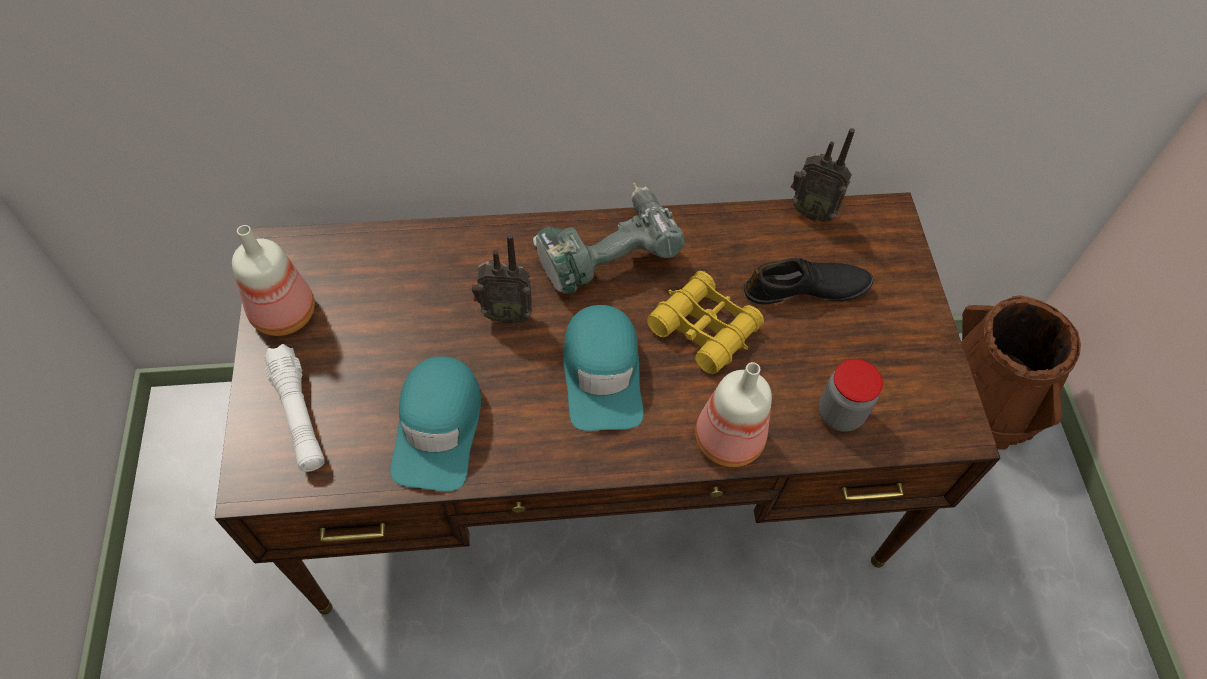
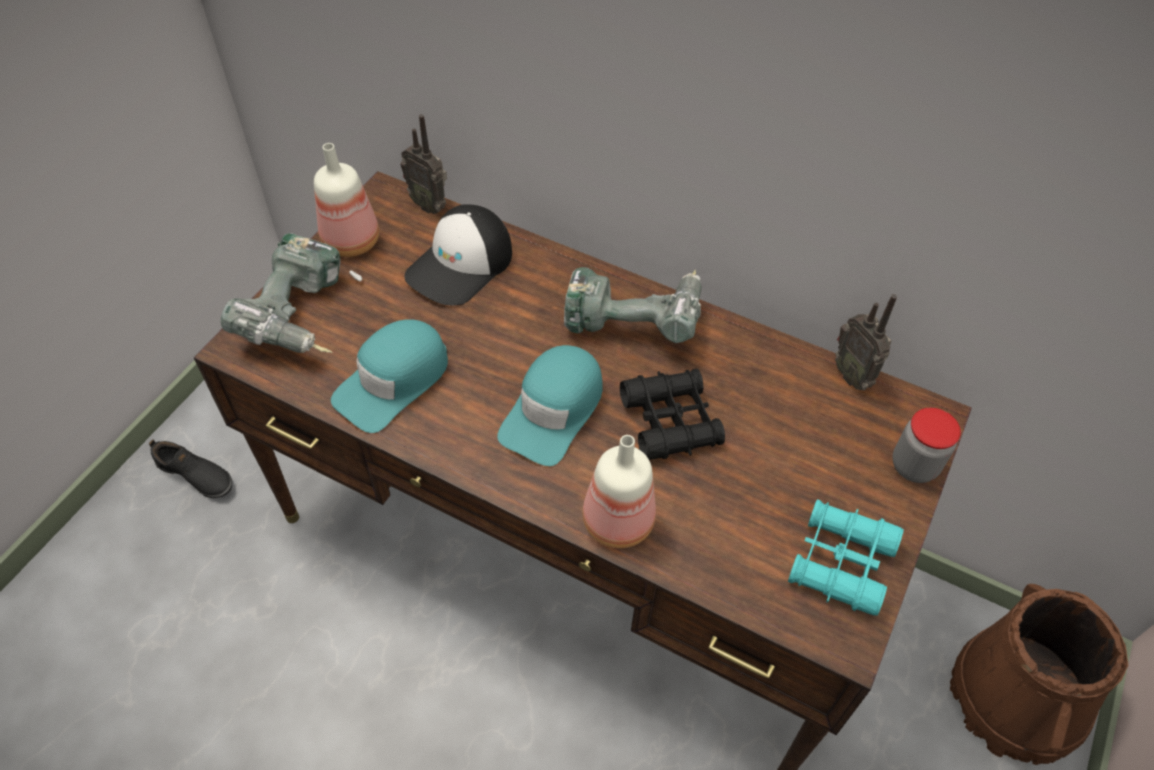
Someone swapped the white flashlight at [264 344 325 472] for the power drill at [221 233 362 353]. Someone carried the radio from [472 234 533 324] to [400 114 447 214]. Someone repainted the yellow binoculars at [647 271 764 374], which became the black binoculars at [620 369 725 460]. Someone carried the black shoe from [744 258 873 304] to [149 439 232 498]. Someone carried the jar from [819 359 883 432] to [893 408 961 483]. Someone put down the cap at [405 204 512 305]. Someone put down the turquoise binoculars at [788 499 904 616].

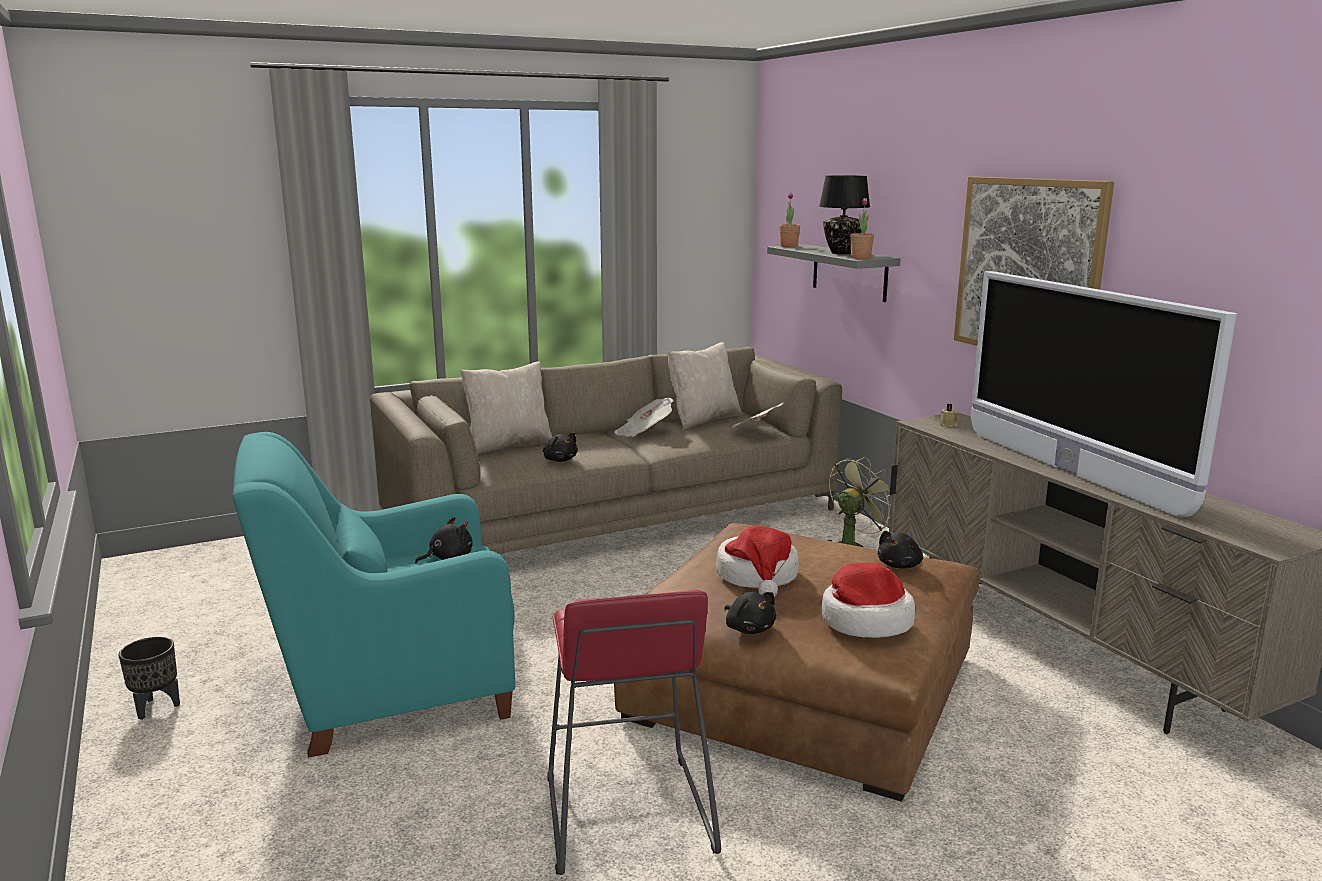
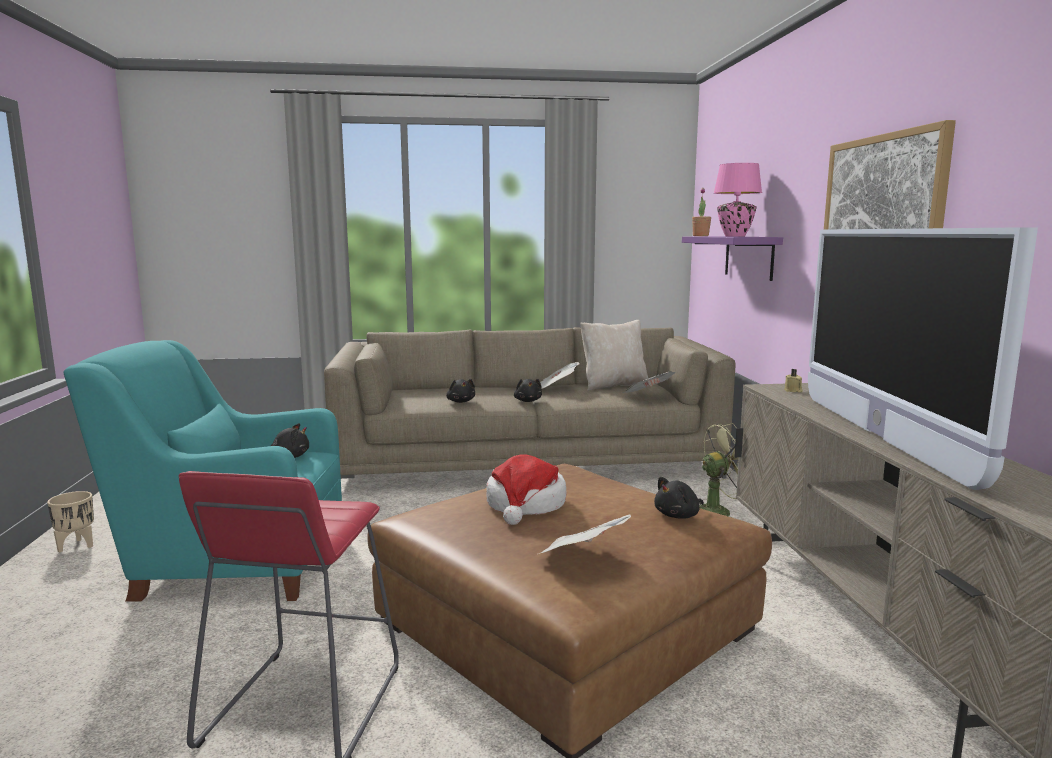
Someone repainted the black planter at [119 637 180 720], which became the beige planter at [47 491 94 553]. Someone took away the beige pillow at [460 362 552 454]. Someone carried the black plush toy from [724 592 776 634] to [514 379 542 402]. Someone repainted the grey shelf at [767 245 900 302], which became the purple shelf at [682 236 783 281]. Someone repainted the black table lamp at [819 175 870 254], which became the pink table lamp at [714 163 762 237]. Someone swapped the hat at [821 563 915 638] for the newspaper at [538 514 631 554]. Someone took away the potted plant at [850 198 874 259].

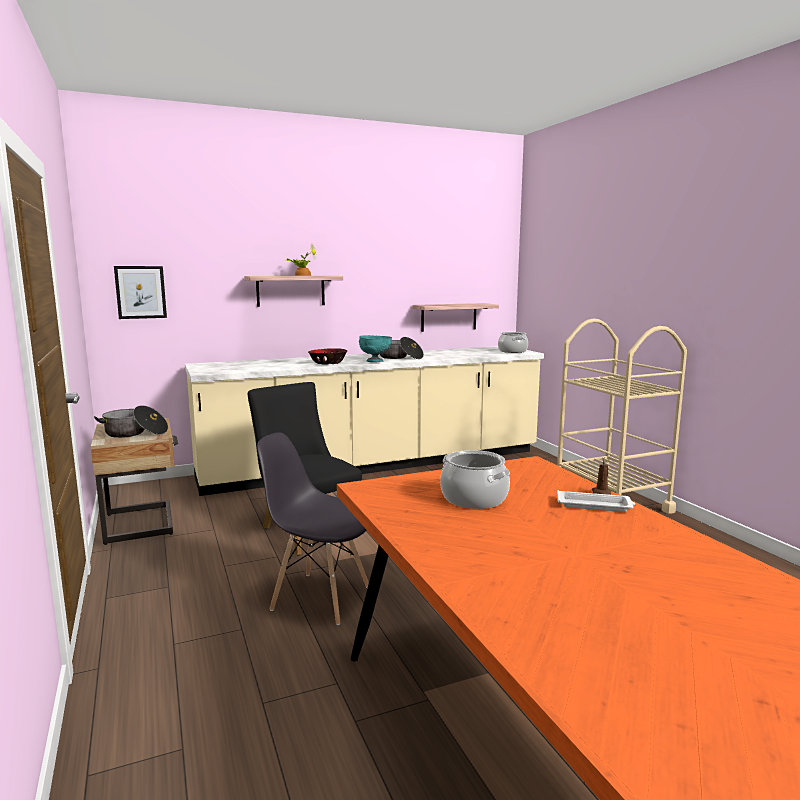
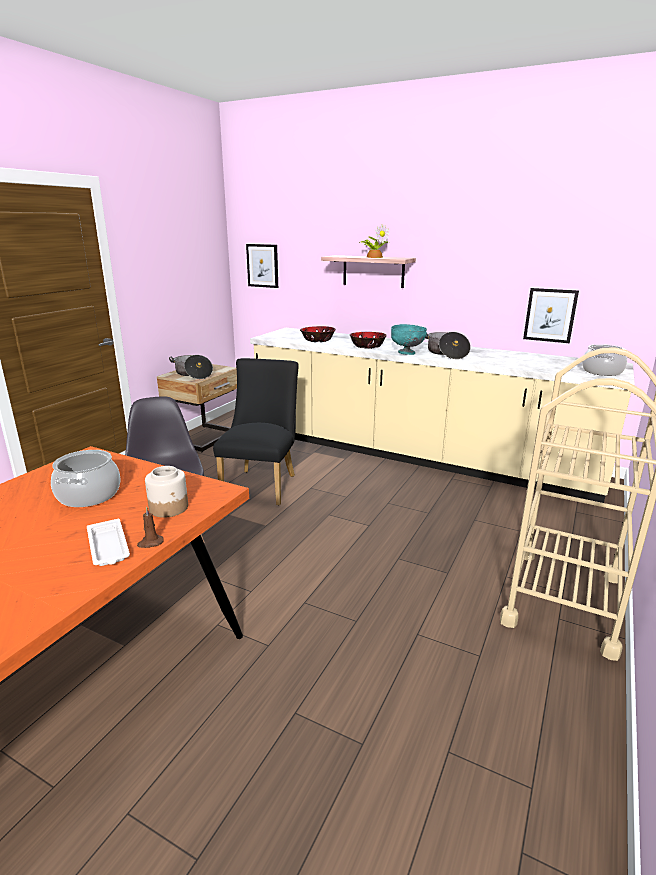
Someone swapped the shelf at [412 303 499 332] for the picture at [523 288 579 343]. Someone put down the jar at [145 466 188 518]. Someone put down the bowl at [300 326 336 342].

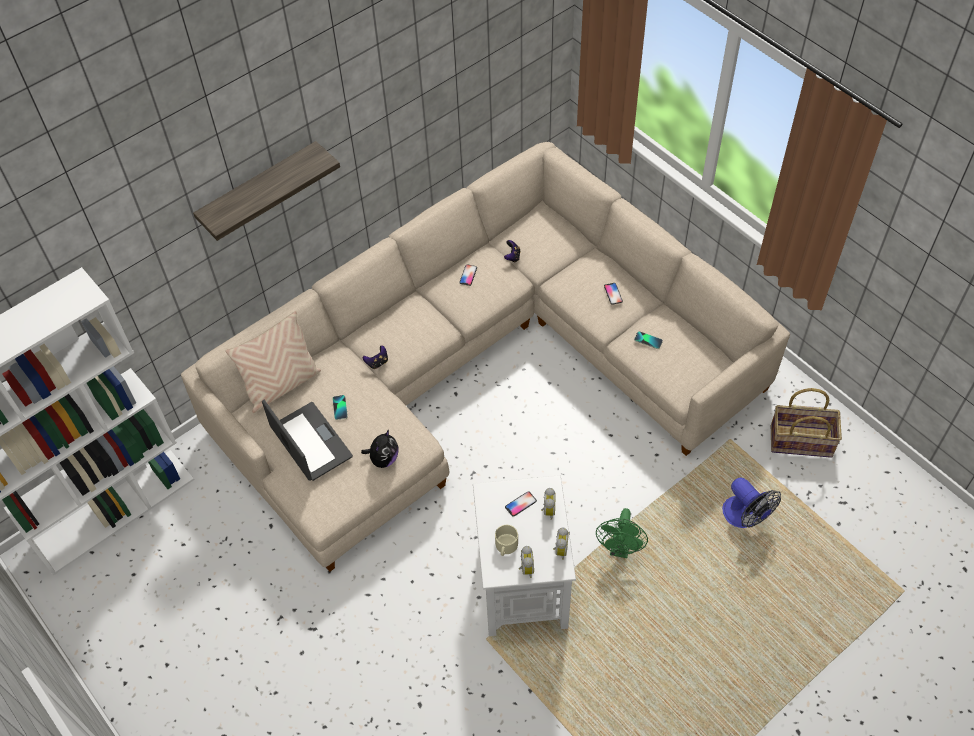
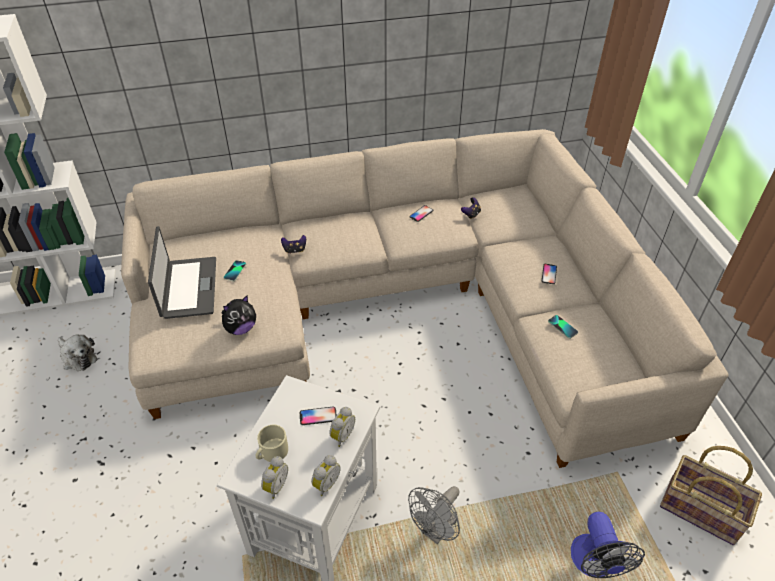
Someone took away the shelf at [193 141 340 241]. Someone took away the beige pillow at [225 311 321 413]. Someone repainted the green fan at [596 508 648 558], which became the grey fan at [408 486 460 544]. Someone put down the plush toy at [58 334 97 371].

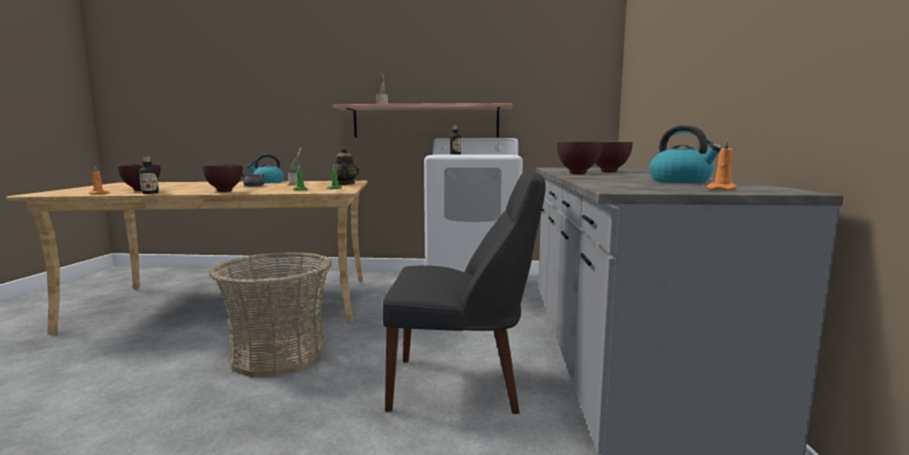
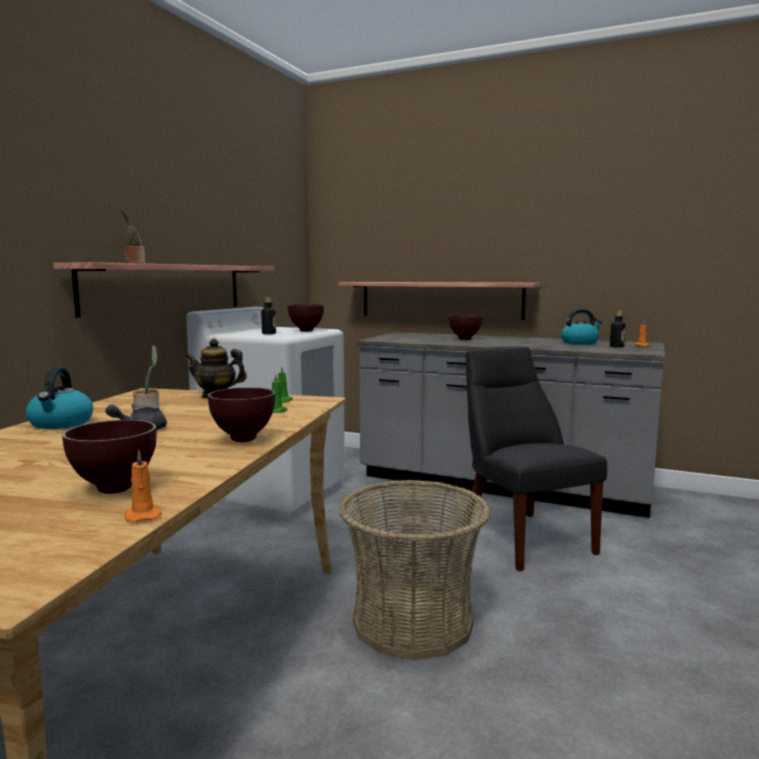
Someone carried the bottle from [139 156 159 194] to [610 311 626 348]. Someone rotated the black chair at [382 171 546 414] by 45 degrees counterclockwise. Someone carried the brown bowl from [557 141 603 174] to [288 304 324 332]. Someone put up the shelf at [338 282 540 320].

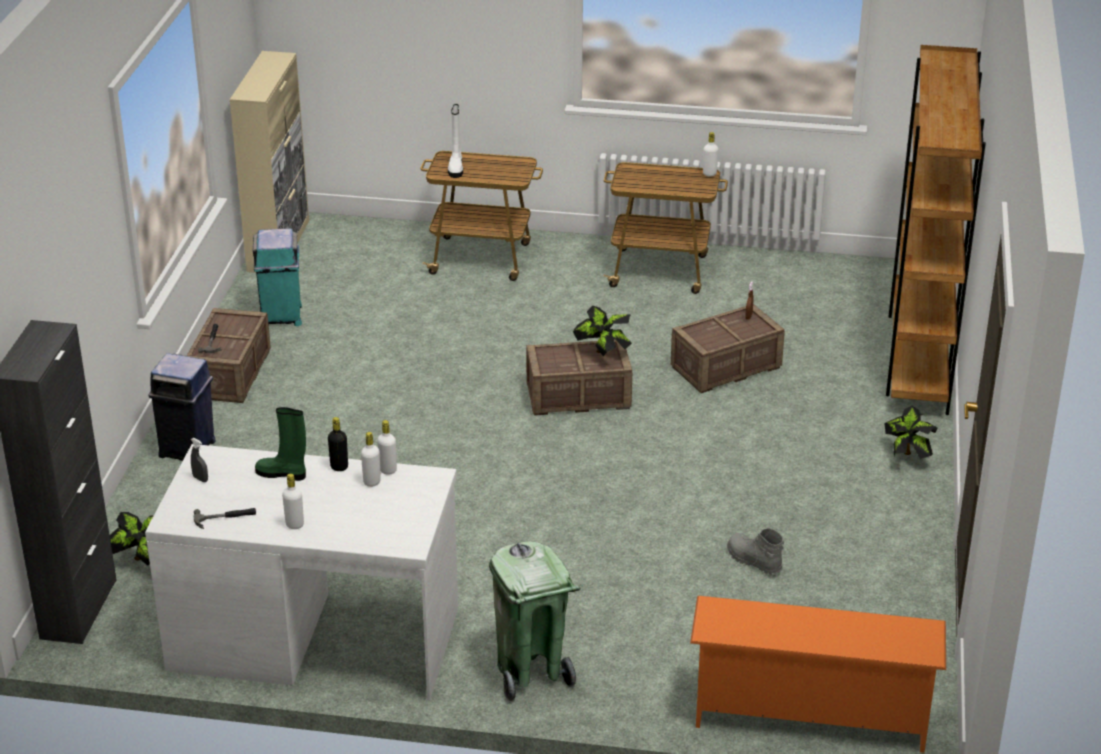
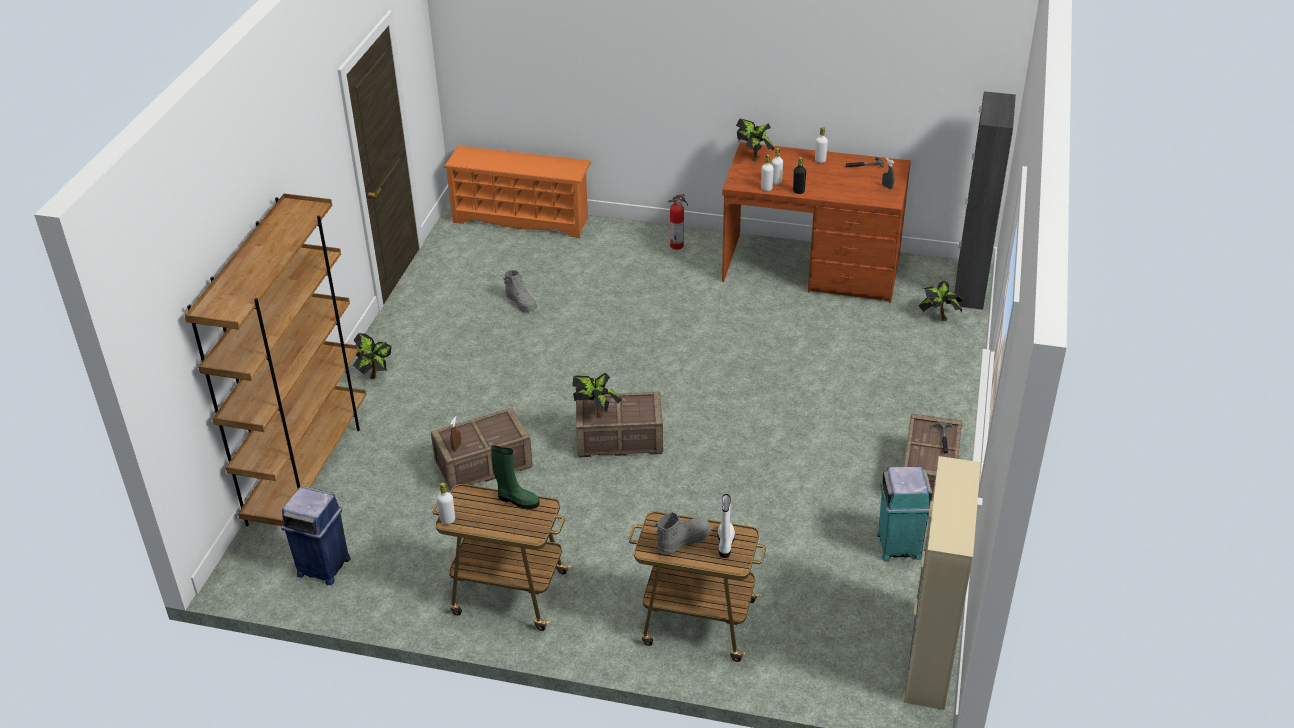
Someone repainted the white desk at [145 444 458 700], which became the brown desk at [722 142 911 303]. Someone carried the blue trash can from [148 353 216 461] to [281 487 351 585]. Someone carried the green boot from [255 407 306 481] to [491 446 539 509]. Someone swapped the green trash can at [489 541 581 703] for the fire extinguisher at [668 194 688 250]. Someone put down the grey boot at [656 512 711 555]. Someone put down the potted plant at [736 118 774 161].

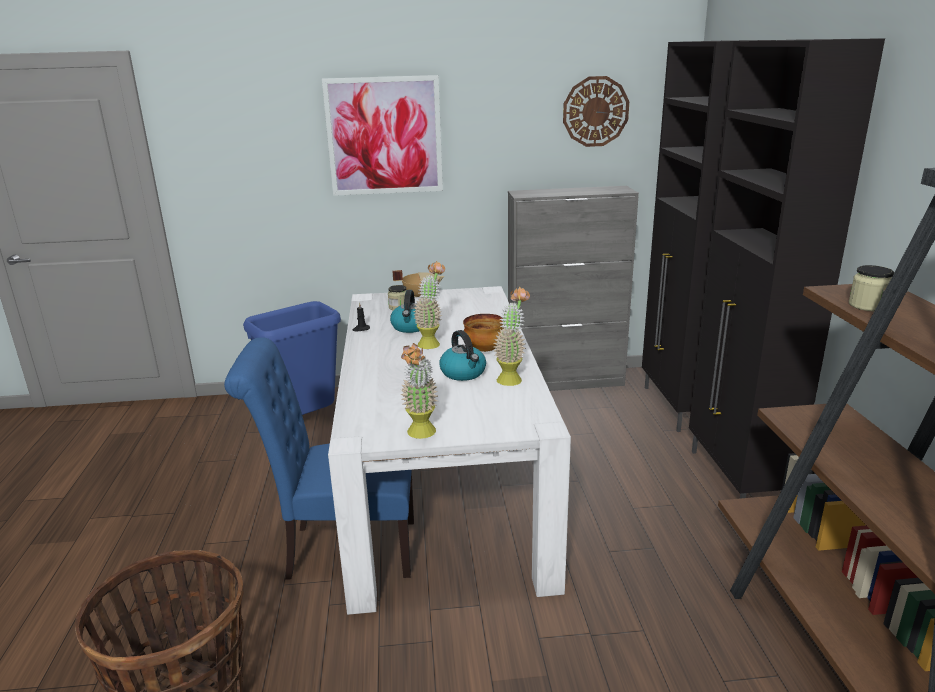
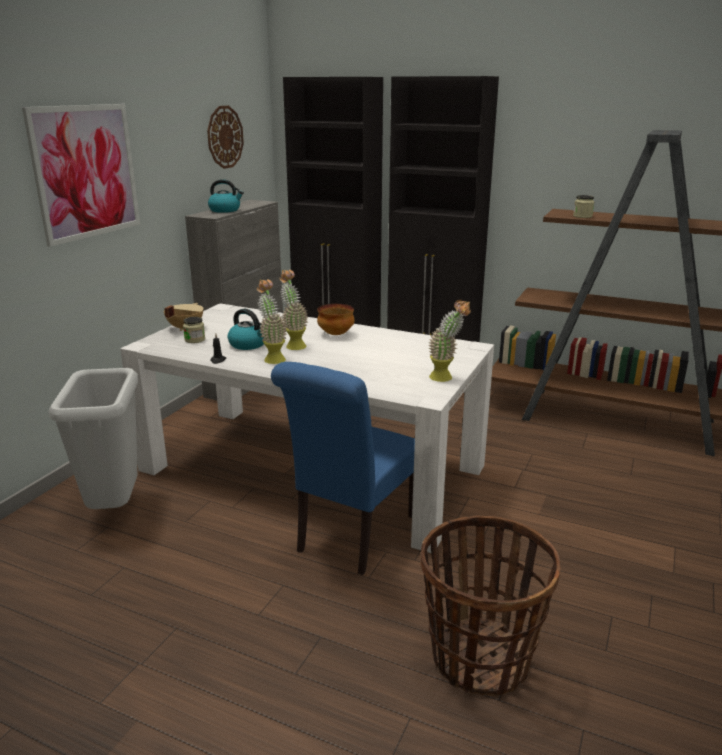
Someone repainted the blue trash can at [243 301 341 415], which became the grey trash can at [49 368 138 509]. Someone carried the kettle from [439 330 486 381] to [208 179 244 213]. Someone carried the potted plant from [494 287 530 386] to [257 279 287 364].

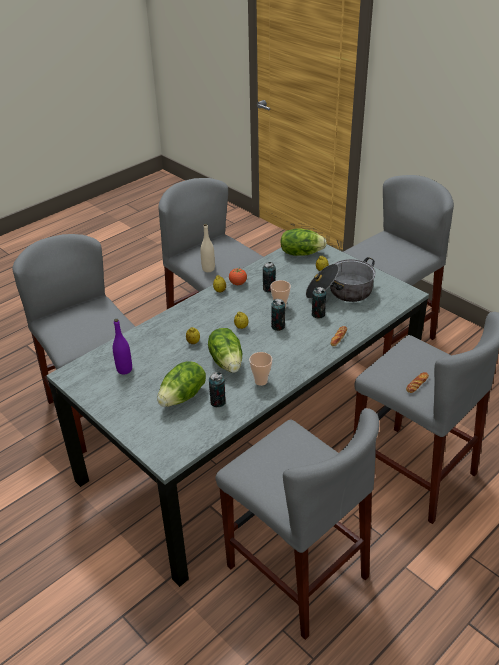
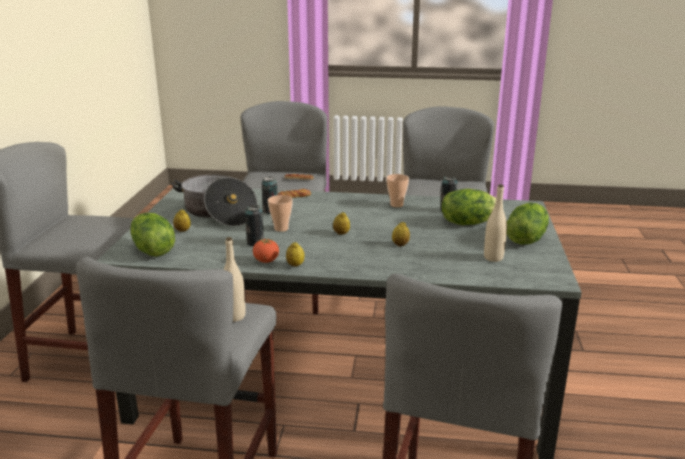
Someone repainted the purple bottle at [113 319 132 375], which became the beige bottle at [484 184 507 262]. Someone carried the lettuce from [208 328 242 373] to [507 203 549 245]. Someone took away the can at [271 299 285 331].

